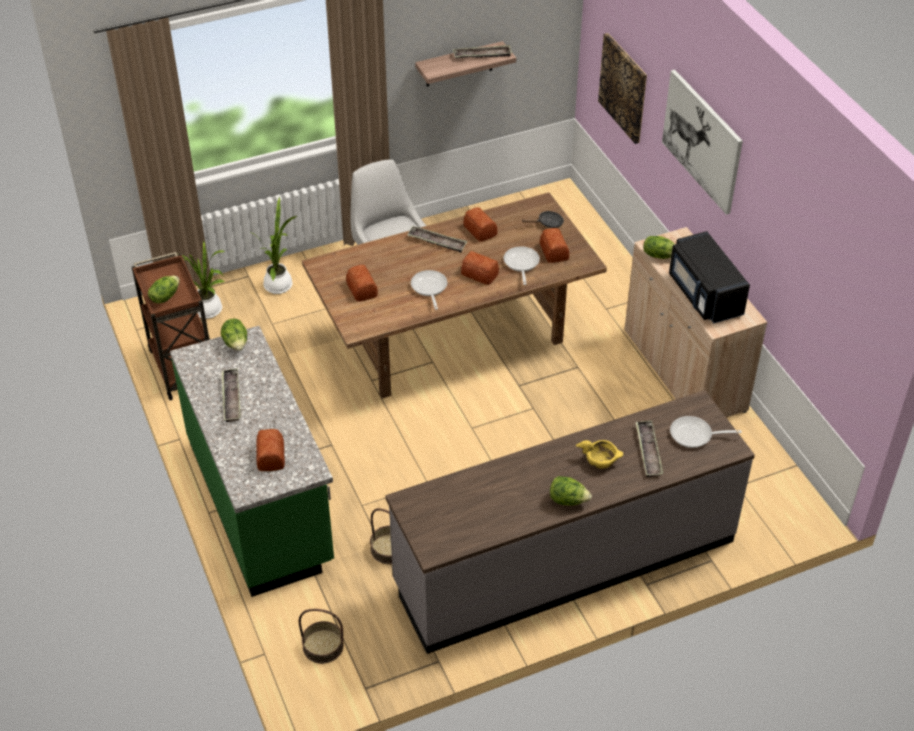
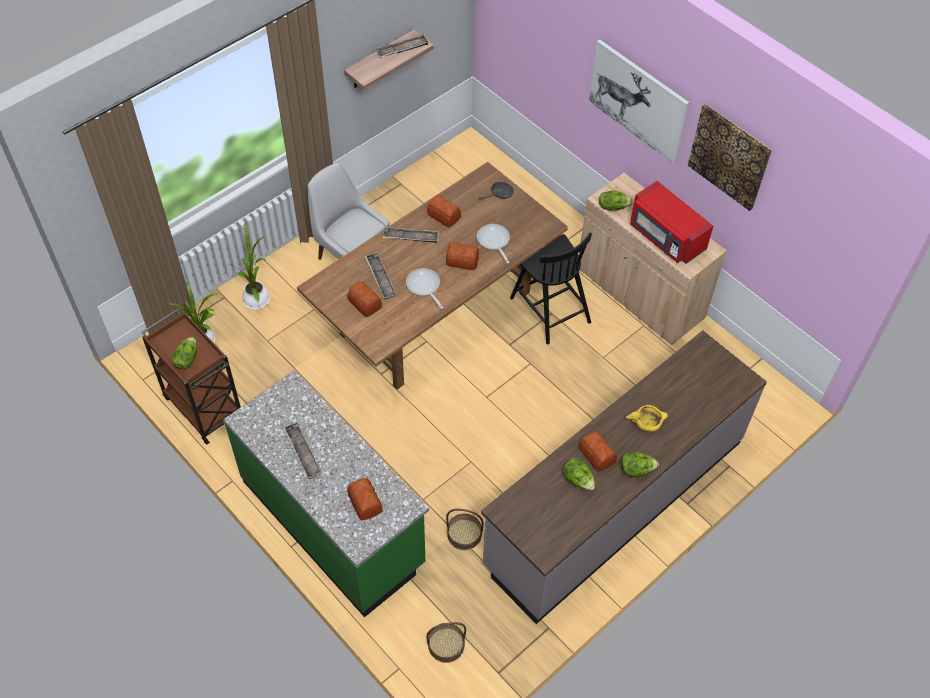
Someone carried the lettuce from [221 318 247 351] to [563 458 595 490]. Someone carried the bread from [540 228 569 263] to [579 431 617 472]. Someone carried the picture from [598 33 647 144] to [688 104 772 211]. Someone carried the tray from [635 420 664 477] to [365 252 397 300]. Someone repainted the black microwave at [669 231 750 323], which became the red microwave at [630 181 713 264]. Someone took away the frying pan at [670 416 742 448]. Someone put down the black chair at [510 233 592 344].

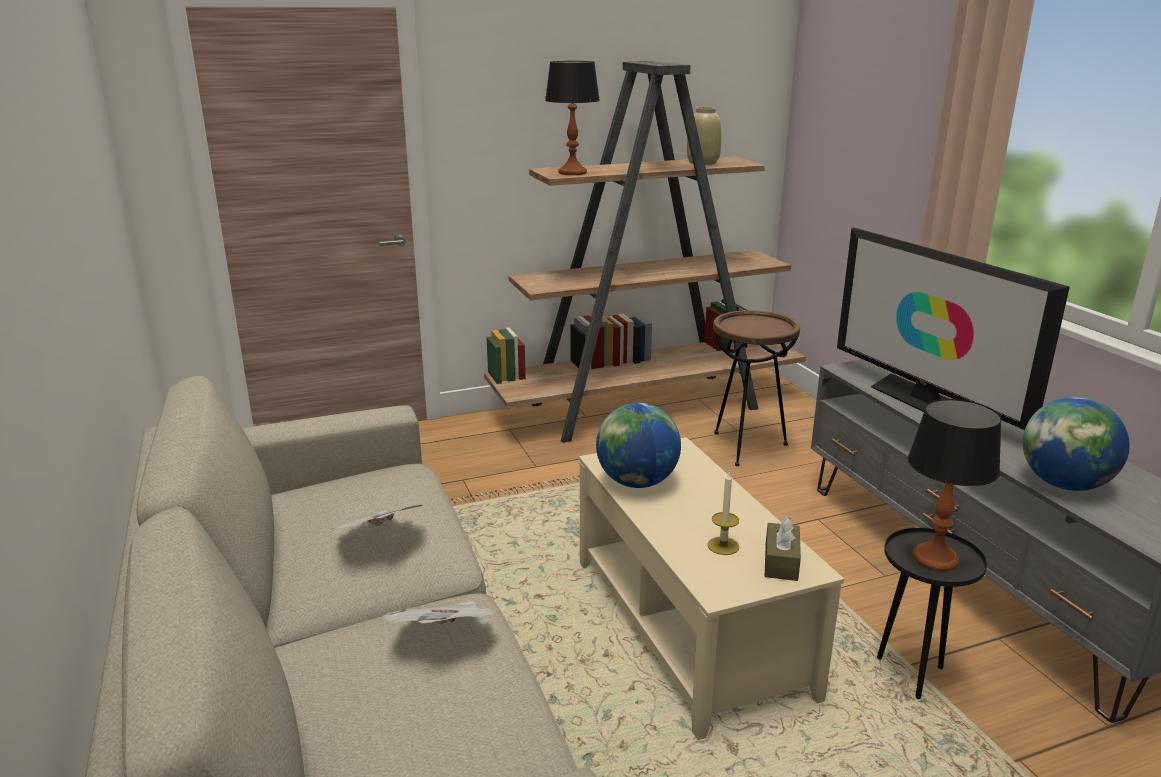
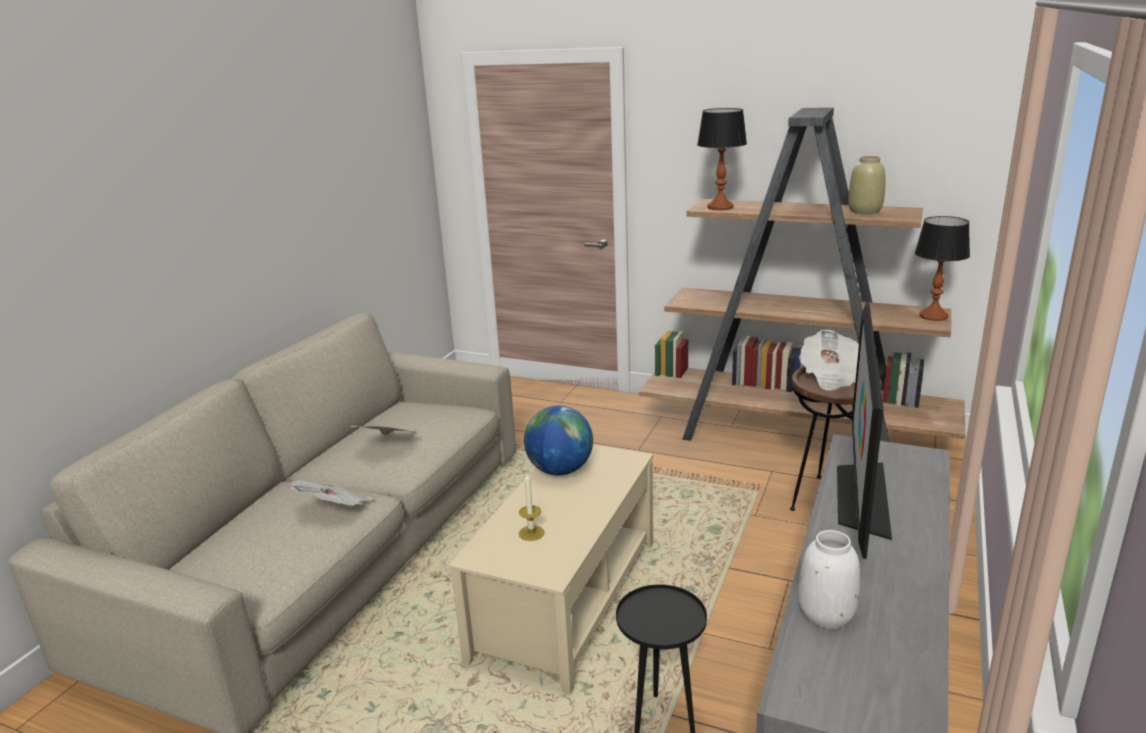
Someone took away the brown tissue box at [765 516 801 581]. Someone carried the table lamp from [908 399 1002 572] to [915 216 970 321]. Someone swapped the globe at [1023 397 1130 491] for the white vase at [798 530 860 629]. Someone put down the newspaper at [799 330 859 390].

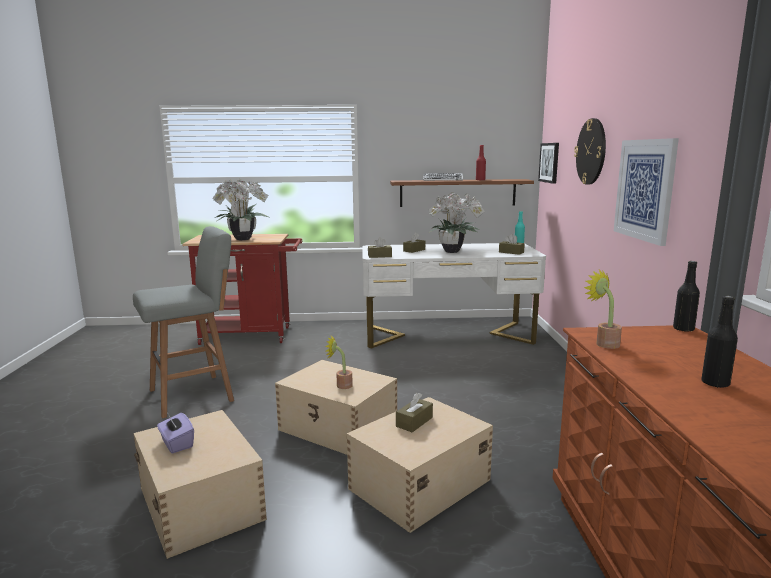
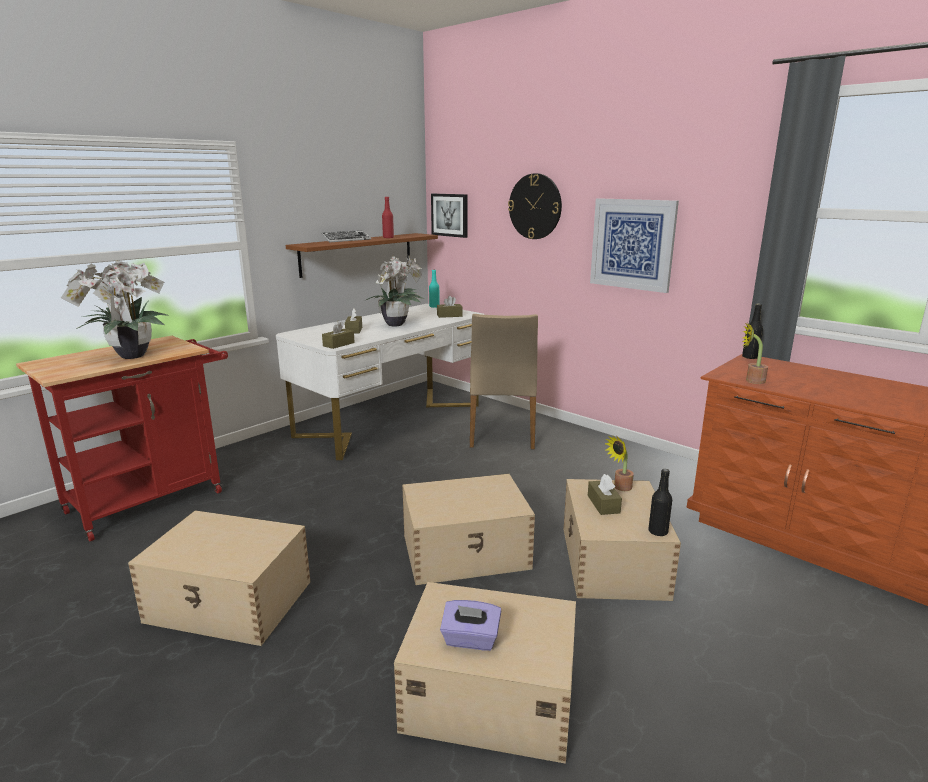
Someone swapped the grey stool at [133 226 234 419] for the beige storage box at [128 510 311 646]. Someone carried the potted plant from [326 335 353 389] to [605 436 634 491]. Someone carried the black bottle from [701 296 738 388] to [648 469 672 536]. Someone put down the beige chair at [470 314 538 449].

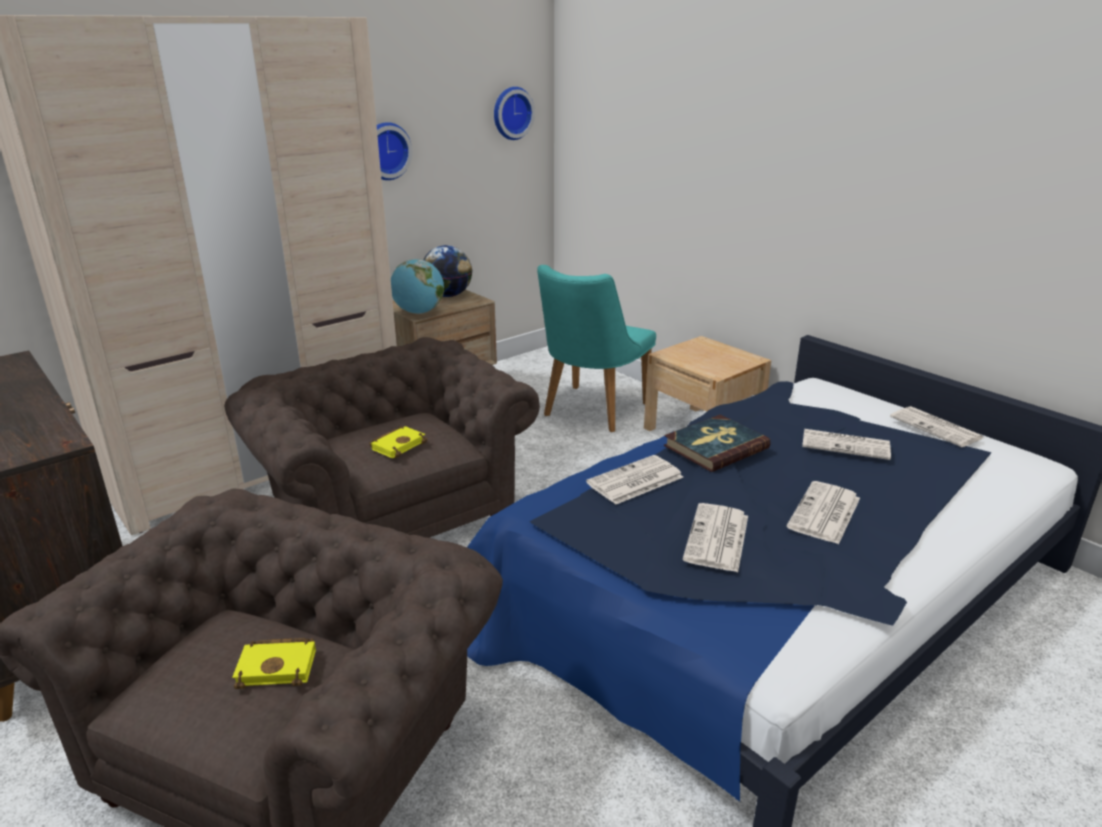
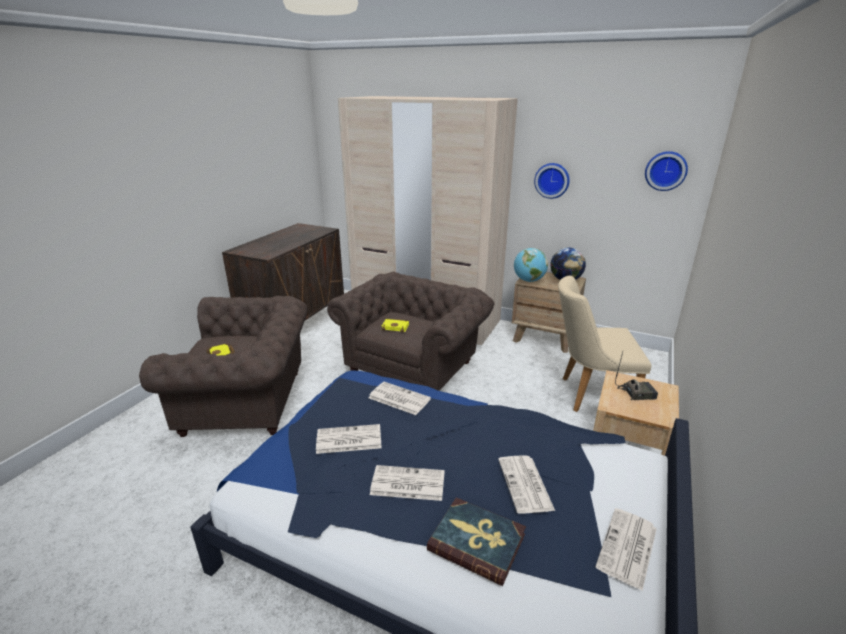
Someone repainted the turquoise chair at [537 265 656 432], which became the beige chair at [558 276 651 412]. Someone carried the book from [664 415 770 472] to [427 497 526 586]. Someone put down the radio at [615 352 658 400].

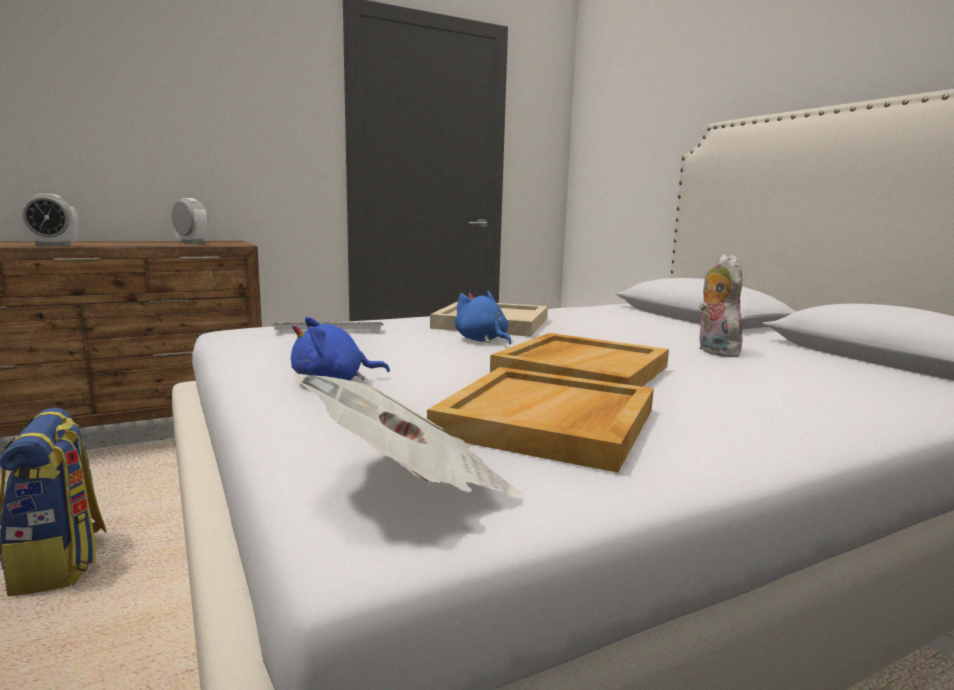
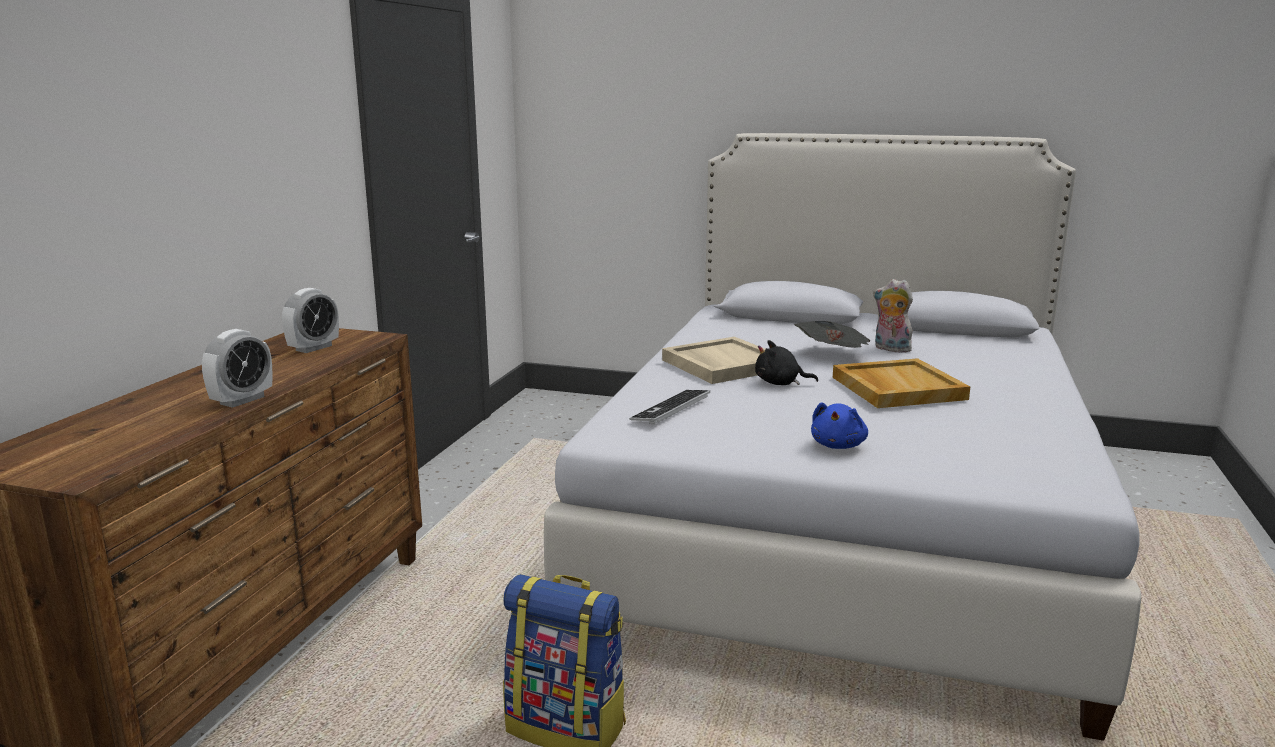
Someone rotated the alarm clock at [172 198 208 244] by 135 degrees clockwise. Someone carried the newspaper from [293 374 523 495] to [794 321 870 348]. Someone took away the beige tray at [427 367 654 473]. Someone repainted the blue plush toy at [455 291 511 344], which became the black plush toy at [755 340 818 385].

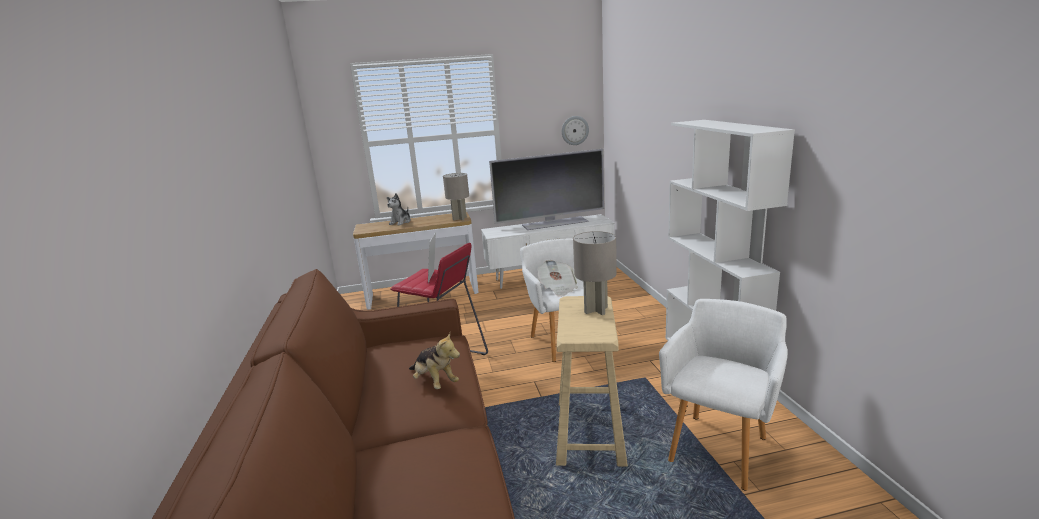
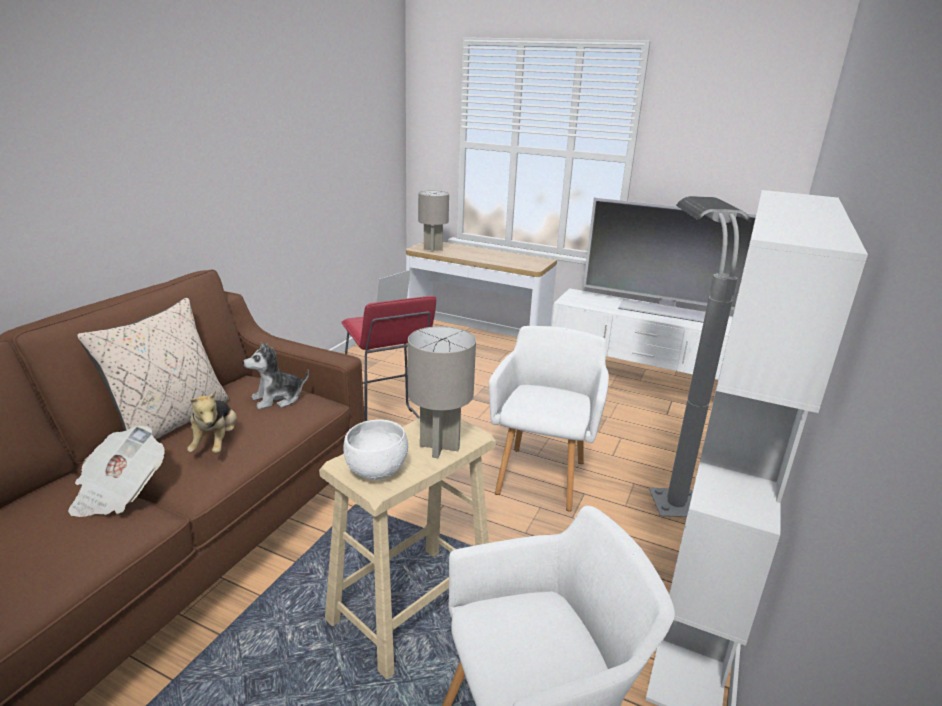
Someone carried the plush toy from [387 193 411 225] to [243 342 309 409]. Someone carried the grey table lamp from [443 173 469 221] to [418 191 449 252]. Someone carried the newspaper from [537 260 578 297] to [68 426 164 517]. Someone took away the wall clock at [562 116 589 145]. Someone put down the beige pillow at [77 298 229 439]. Someone put down the white bowl at [343 420 408 480]. Someone put down the grey floor lamp at [649 196 751 517].

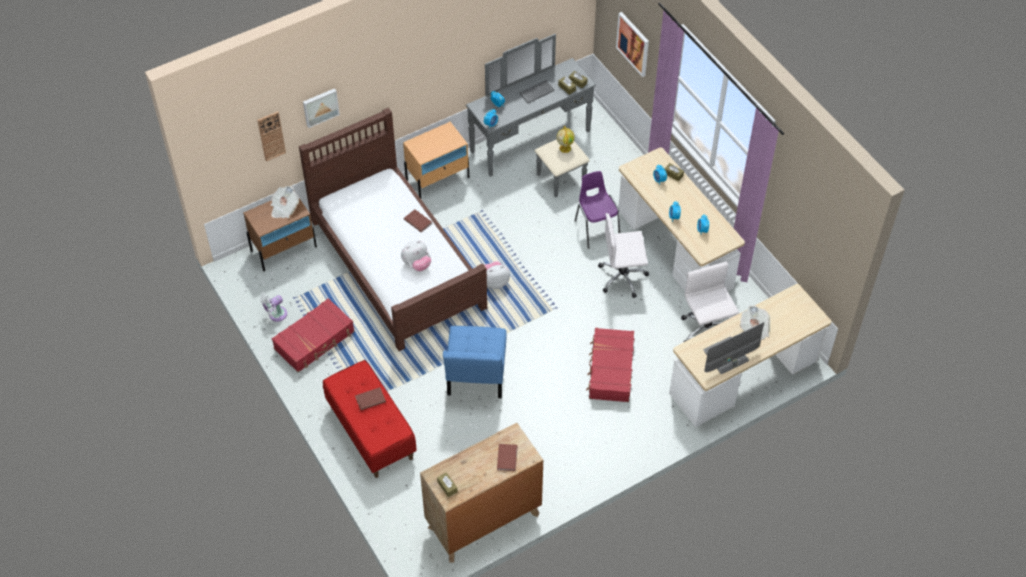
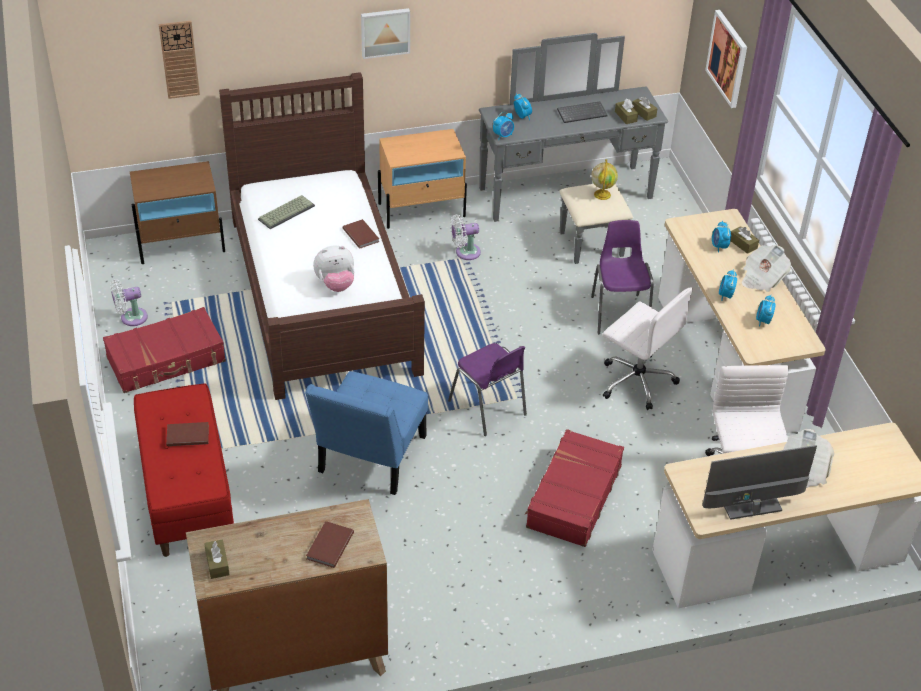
Someone carried the newspaper from [271 186 299 218] to [742 245 791 292]. Someone carried the picture from [303 88 340 128] to [361 8 410 59]. Someone took away the plush toy at [484 261 510 289]. Someone rotated the white office chair at [598 213 649 298] by 150 degrees counterclockwise. Someone put down the keyboard at [258 195 315 229]. Someone put down the purple chair at [448 343 527 436]. Someone put down the white fan at [450 214 481 260].

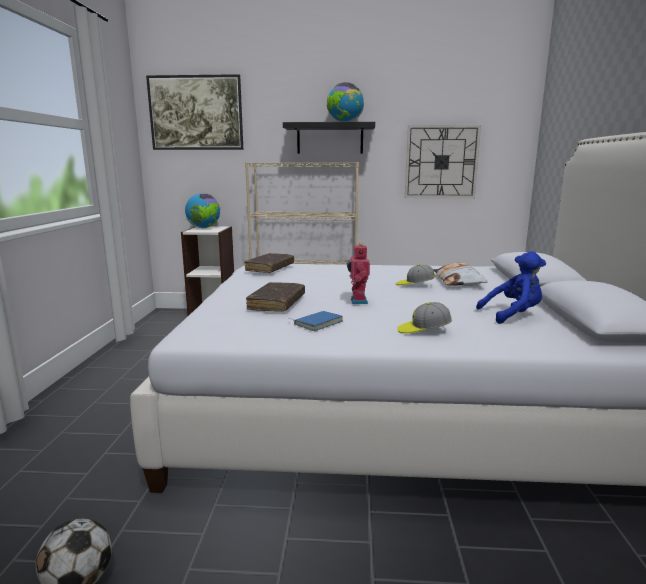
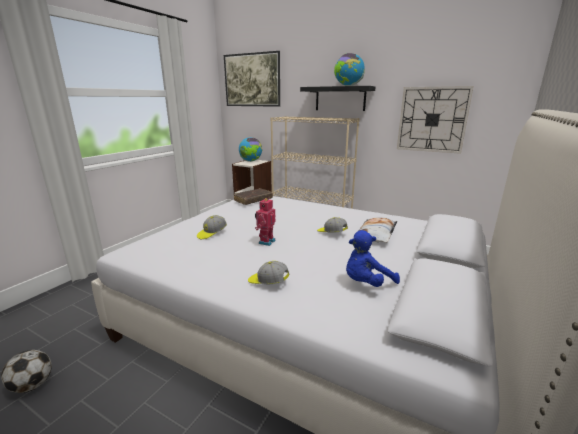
Someone swapped the brown book at [246 282 305 312] for the cap at [197 215 227 239]. Someone took away the blue book at [288 311 343 331]. Someone rotated the blue plush toy at [476 251 546 324] by 135 degrees clockwise.

